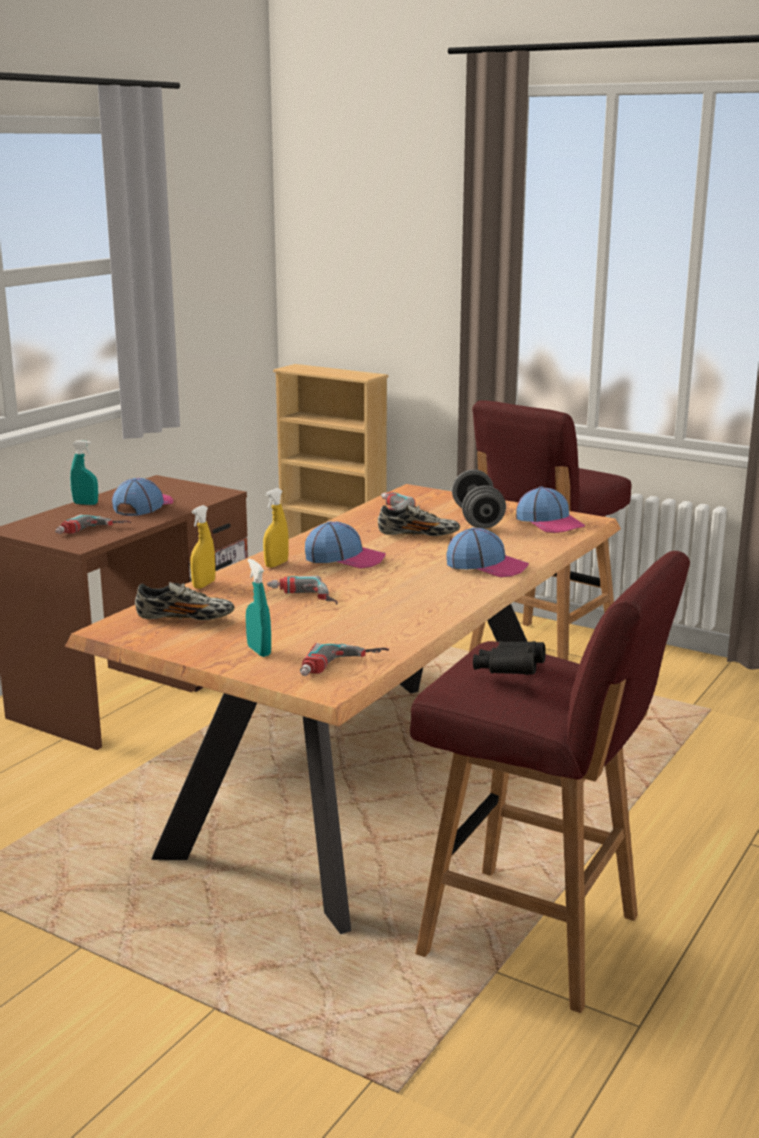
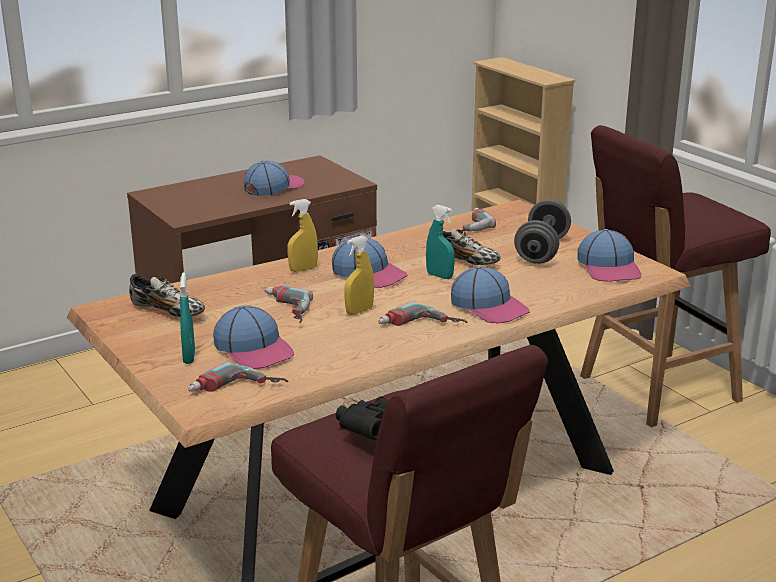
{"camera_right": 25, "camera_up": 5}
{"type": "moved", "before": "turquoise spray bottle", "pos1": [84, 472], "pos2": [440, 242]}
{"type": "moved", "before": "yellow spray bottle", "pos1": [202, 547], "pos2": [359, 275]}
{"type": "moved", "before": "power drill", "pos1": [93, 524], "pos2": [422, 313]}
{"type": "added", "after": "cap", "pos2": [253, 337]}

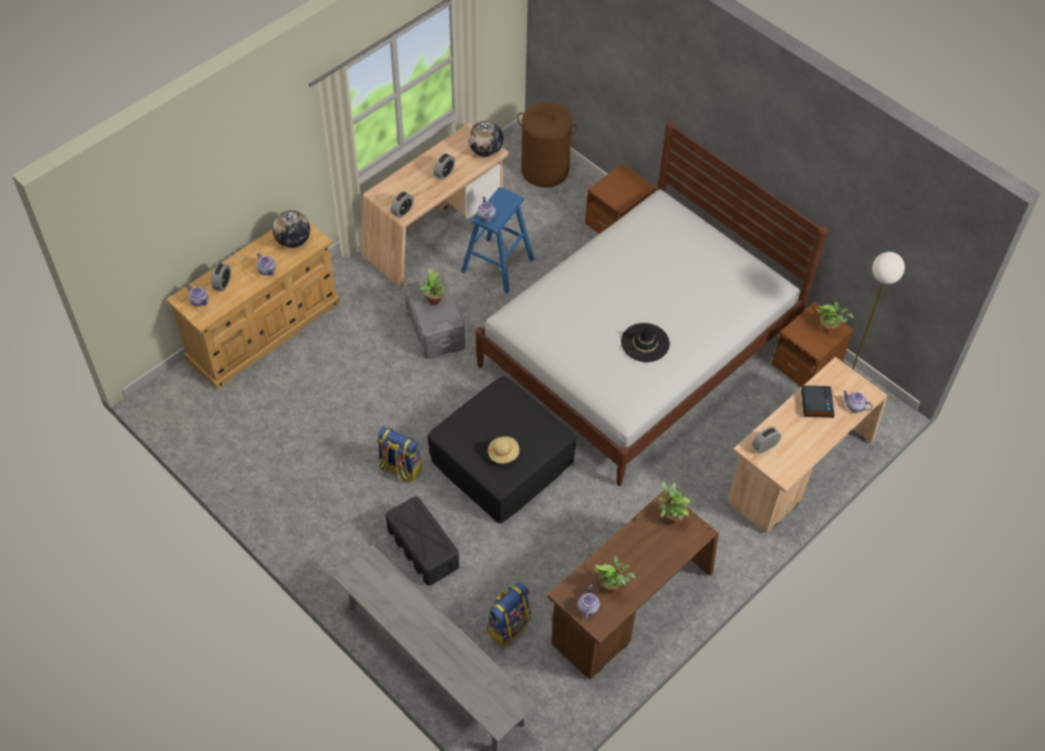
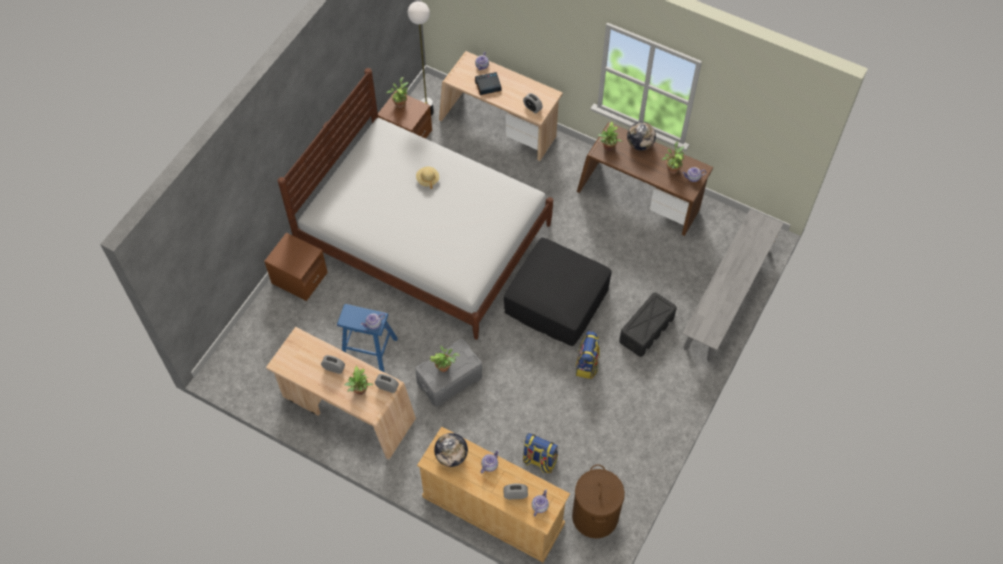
{"camera_right": -105, "camera_up": 5}
{"type": "moved", "before": "brown laundry basket", "pos1": [547, 145], "pos2": [598, 501]}
{"type": "moved", "before": "globe", "pos1": [485, 139], "pos2": [641, 136]}
{"type": "removed", "before": "black hat", "pos1": [645, 342]}
{"type": "moved", "before": "beige hat", "pos1": [503, 449], "pos2": [427, 178]}
{"type": "moved", "before": "backpack", "pos1": [509, 615], "pos2": [540, 453]}
{"type": "added", "after": "potted plant", "pos2": [358, 380]}

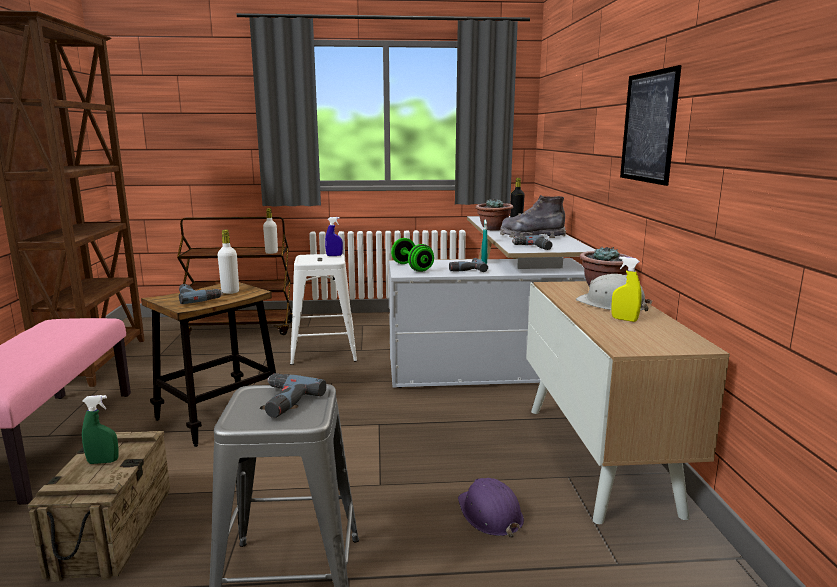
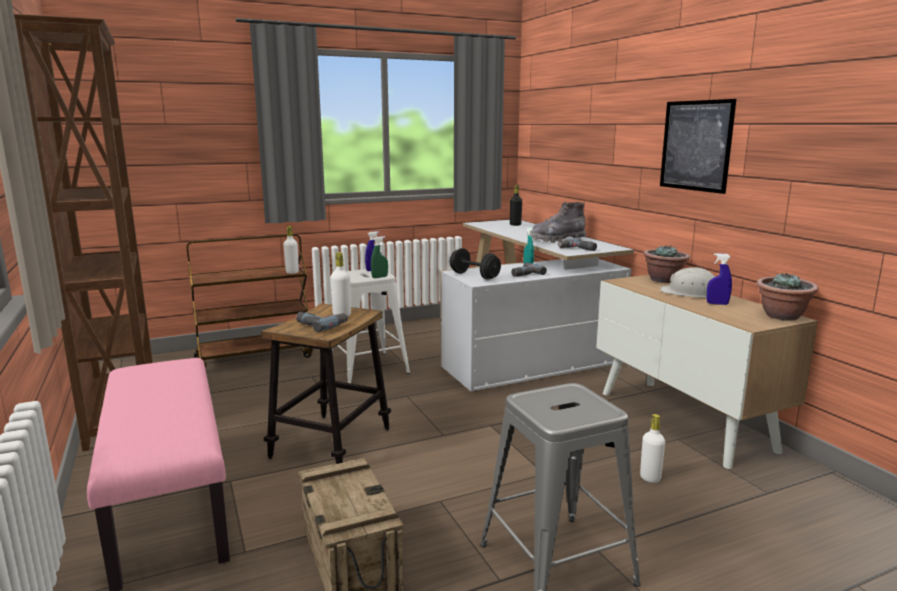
{"camera_right": -20, "camera_up": 0}
{"type": "moved", "before": "potted plant", "pos1": [494, 214], "pos2": [787, 296]}
{"type": "recoloured", "before": "green dumbbell", "after": "black dumbbell", "pos1": [412, 255], "pos2": [475, 263]}
{"type": "recoloured", "before": "yellow spray bottle", "after": "blue spray bottle", "pos1": [626, 289], "pos2": [719, 279]}
{"type": "removed", "before": "power drill", "pos1": [295, 395]}
{"type": "moved", "before": "green spray bottle", "pos1": [100, 429], "pos2": [379, 257]}
{"type": "replaced", "before": "purple hard hat", "after": "white bottle", "pos1": [491, 508], "pos2": [652, 448]}

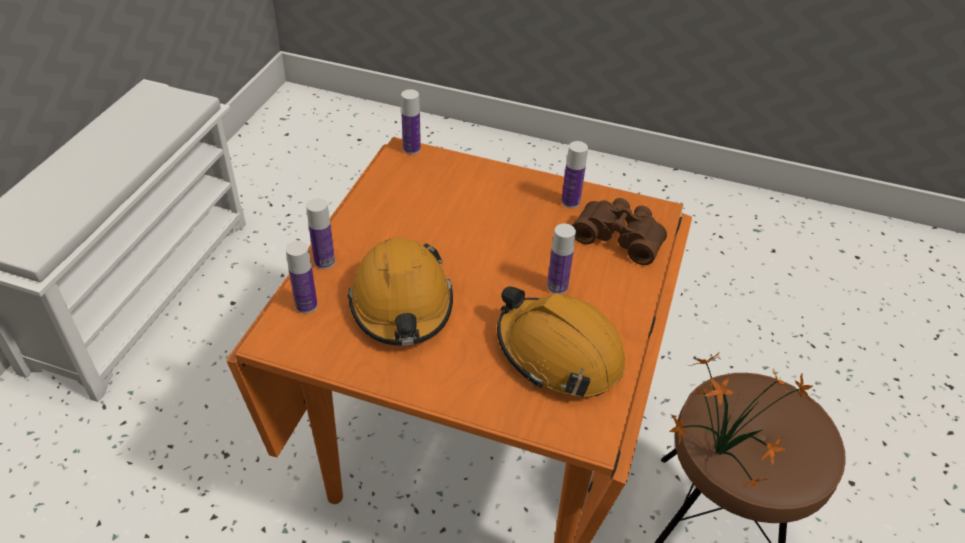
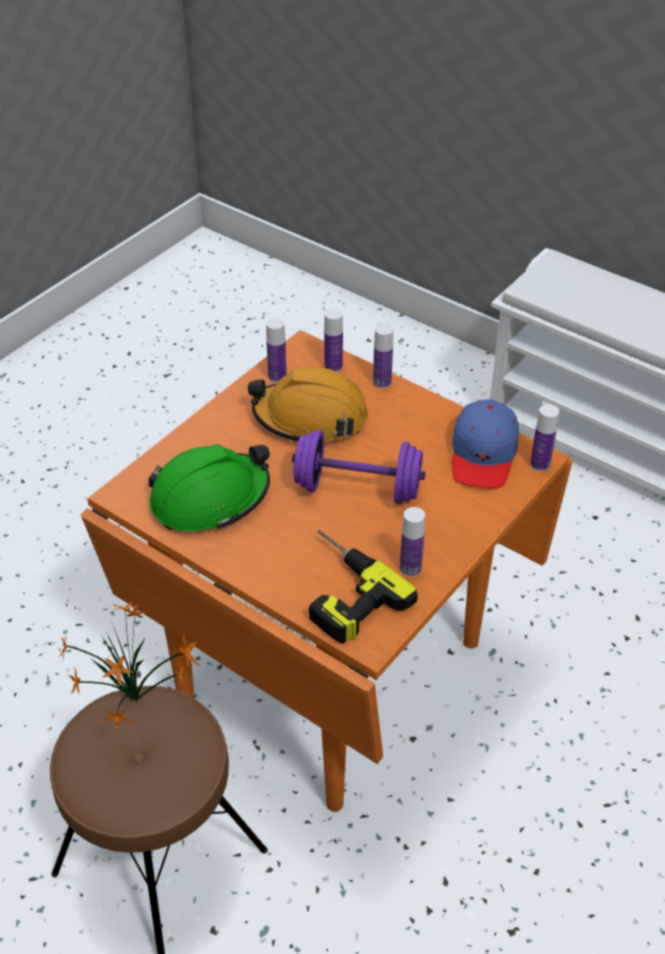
{"camera_right": 110, "camera_up": 0}
{"type": "replaced", "before": "brown binoculars", "after": "power drill", "pos1": [619, 231], "pos2": [363, 587]}
{"type": "moved", "before": "bottle", "pos1": [561, 259], "pos2": [276, 350]}
{"type": "recoloured", "before": "orange hard hat", "after": "green hard hat", "pos1": [561, 341], "pos2": [209, 487]}
{"type": "added", "after": "blue cap", "pos2": [485, 443]}
{"type": "added", "after": "purple dumbbell", "pos2": [359, 467]}

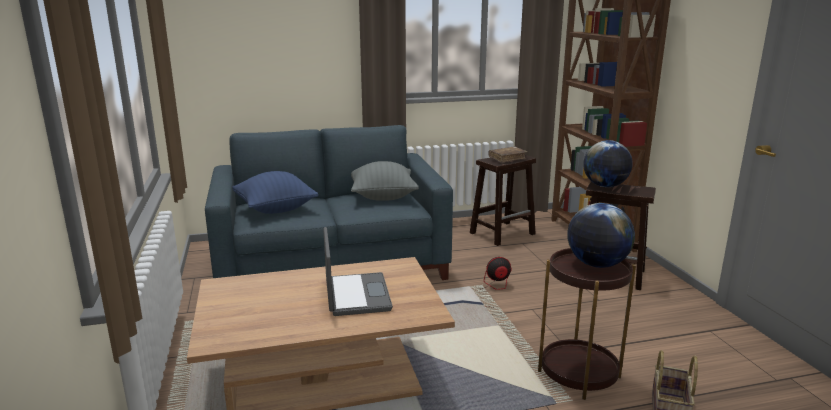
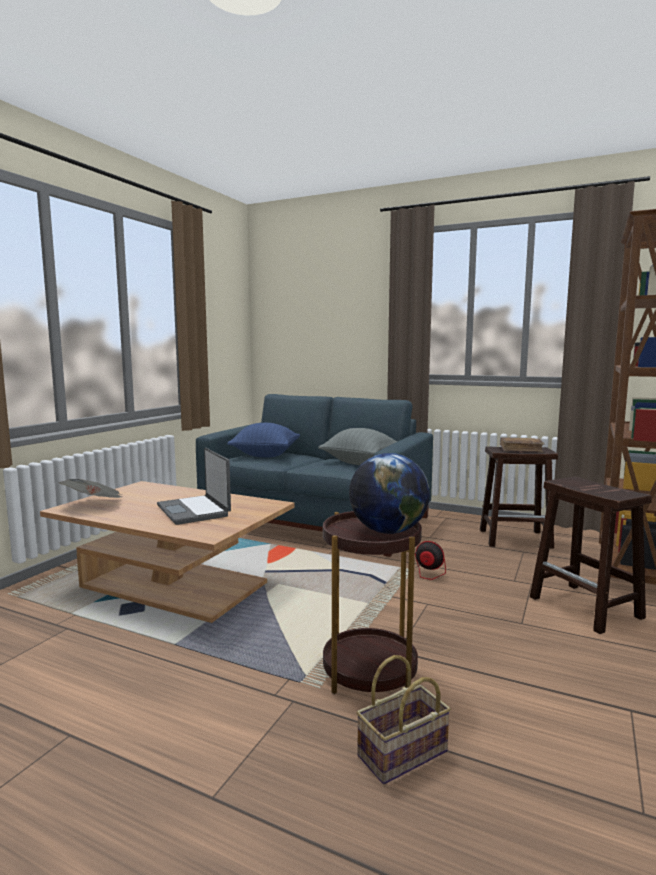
{"camera_right": 40, "camera_up": -10}
{"type": "removed", "before": "globe", "pos1": [608, 163]}
{"type": "turned", "before": "laptop", "pos1": [358, 271], "pos2": [194, 486], "turn": 120}
{"type": "added", "after": "newspaper", "pos2": [90, 488]}

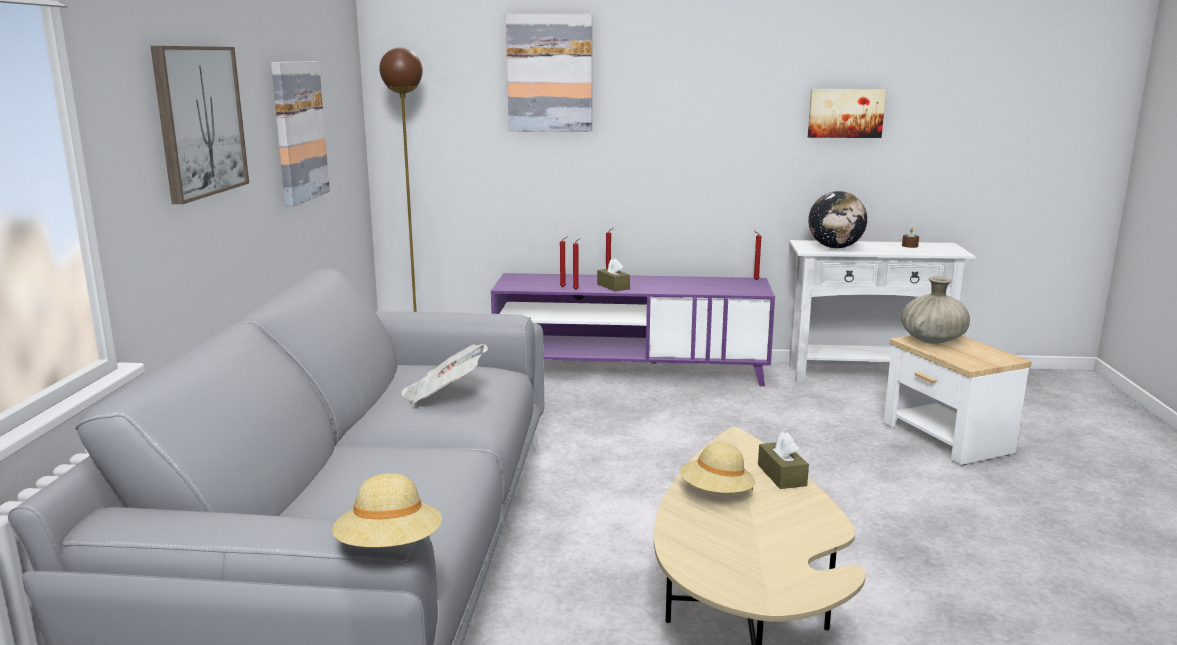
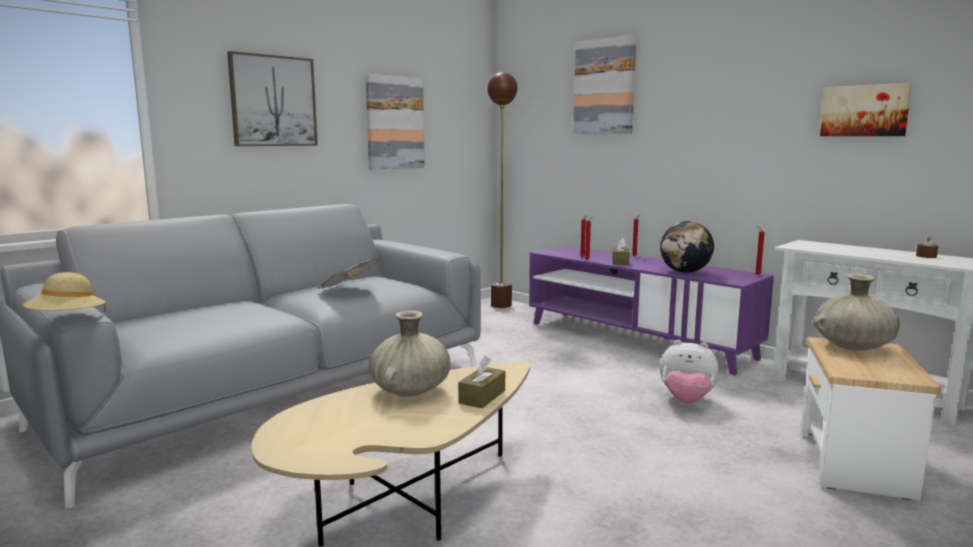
{"camera_right": 40, "camera_up": -5}
{"type": "moved", "before": "globe", "pos1": [837, 219], "pos2": [687, 247]}
{"type": "replaced", "before": "beige hat", "after": "beige vase", "pos1": [717, 467], "pos2": [409, 353]}
{"type": "added", "after": "plush toy", "pos2": [689, 371]}

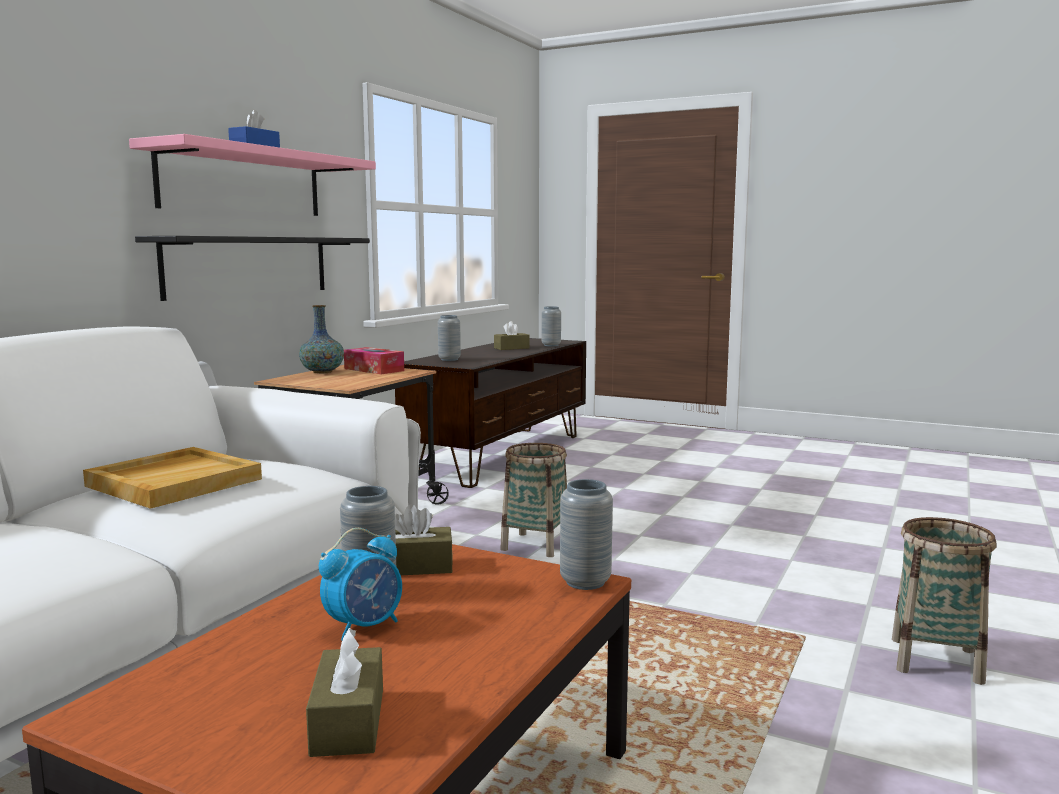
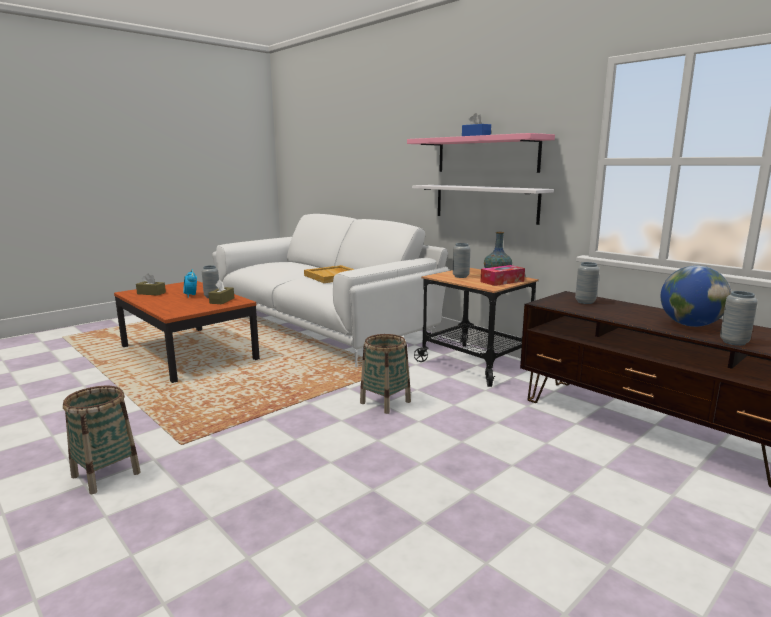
{"camera_right": 110, "camera_up": 5}
{"type": "recoloured", "before": "black shelf", "after": "white shelf", "pos1": [252, 268], "pos2": [483, 205]}
{"type": "replaced", "before": "brown tissue box", "after": "globe", "pos1": [511, 335], "pos2": [696, 296]}
{"type": "moved", "before": "grey vase", "pos1": [586, 534], "pos2": [461, 260]}

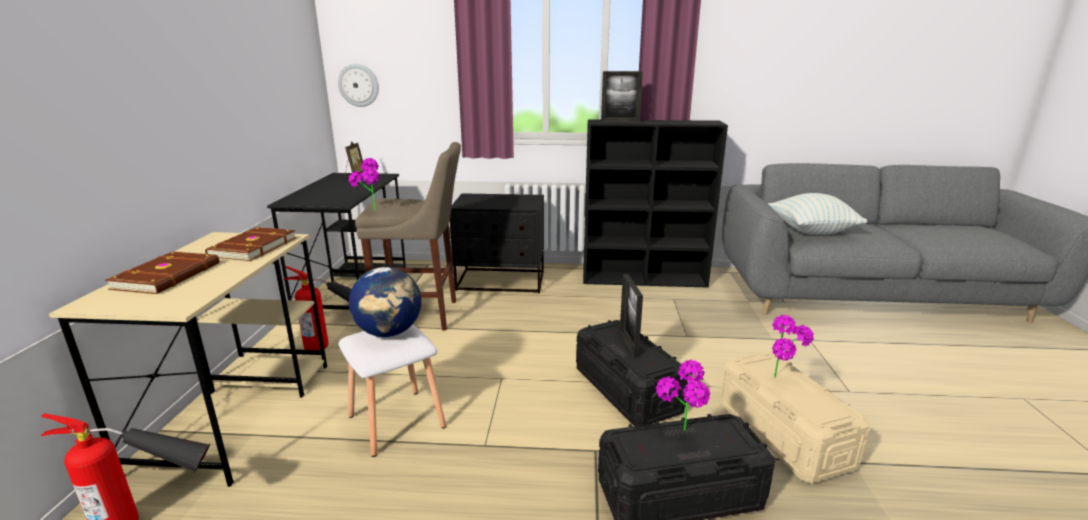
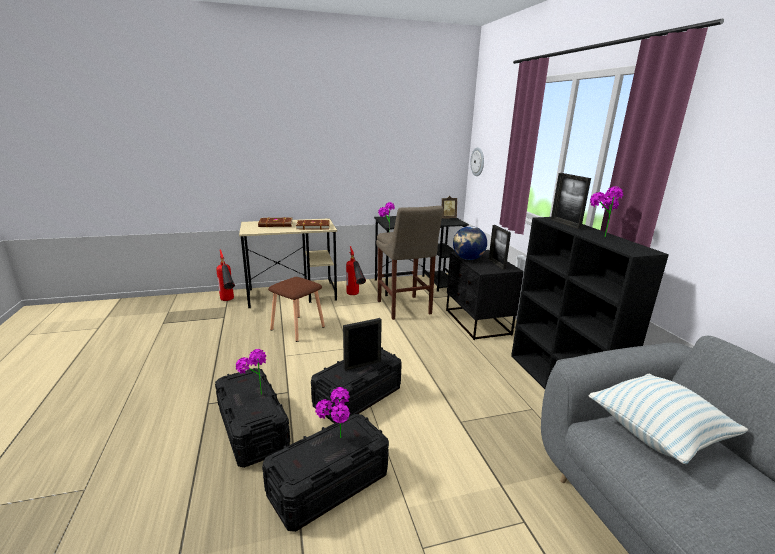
{"camera_right": 70, "camera_up": 0}
{"type": "moved", "before": "globe", "pos1": [385, 302], "pos2": [470, 243]}
{"type": "recoloured", "before": "white stool", "after": "brown stool", "pos1": [392, 391], "pos2": [296, 309]}
{"type": "recoloured", "before": "beige storage box", "after": "black storage box", "pos1": [795, 417], "pos2": [325, 473]}
{"type": "added", "after": "potted plant", "pos2": [607, 211]}
{"type": "added", "after": "picture frame", "pos2": [500, 247]}

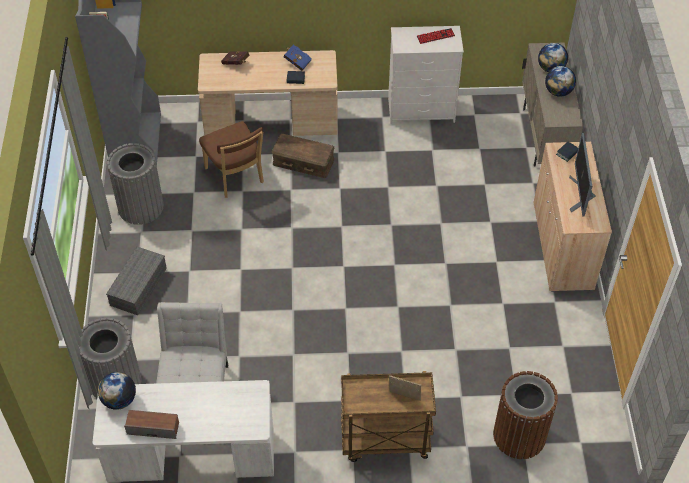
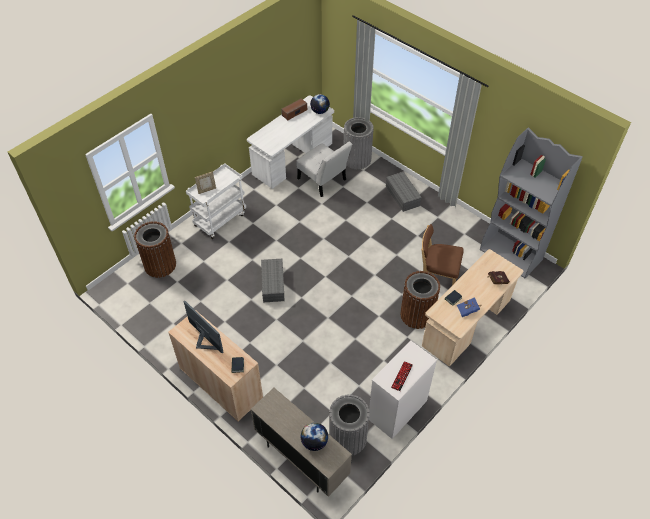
{"camera_right": 135, "camera_up": 0}
{"type": "removed", "before": "globe", "pos1": [560, 81]}
{"type": "replaced", "before": "brown storage box", "after": "brown trash can", "pos1": [303, 156], "pos2": [420, 300]}
{"type": "moved", "before": "grey trash can", "pos1": [135, 184], "pos2": [349, 425]}
{"type": "recoloured", "before": "brown cart", "after": "white cart", "pos1": [388, 416], "pos2": [216, 201]}
{"type": "added", "after": "grey storage box", "pos2": [273, 281]}

